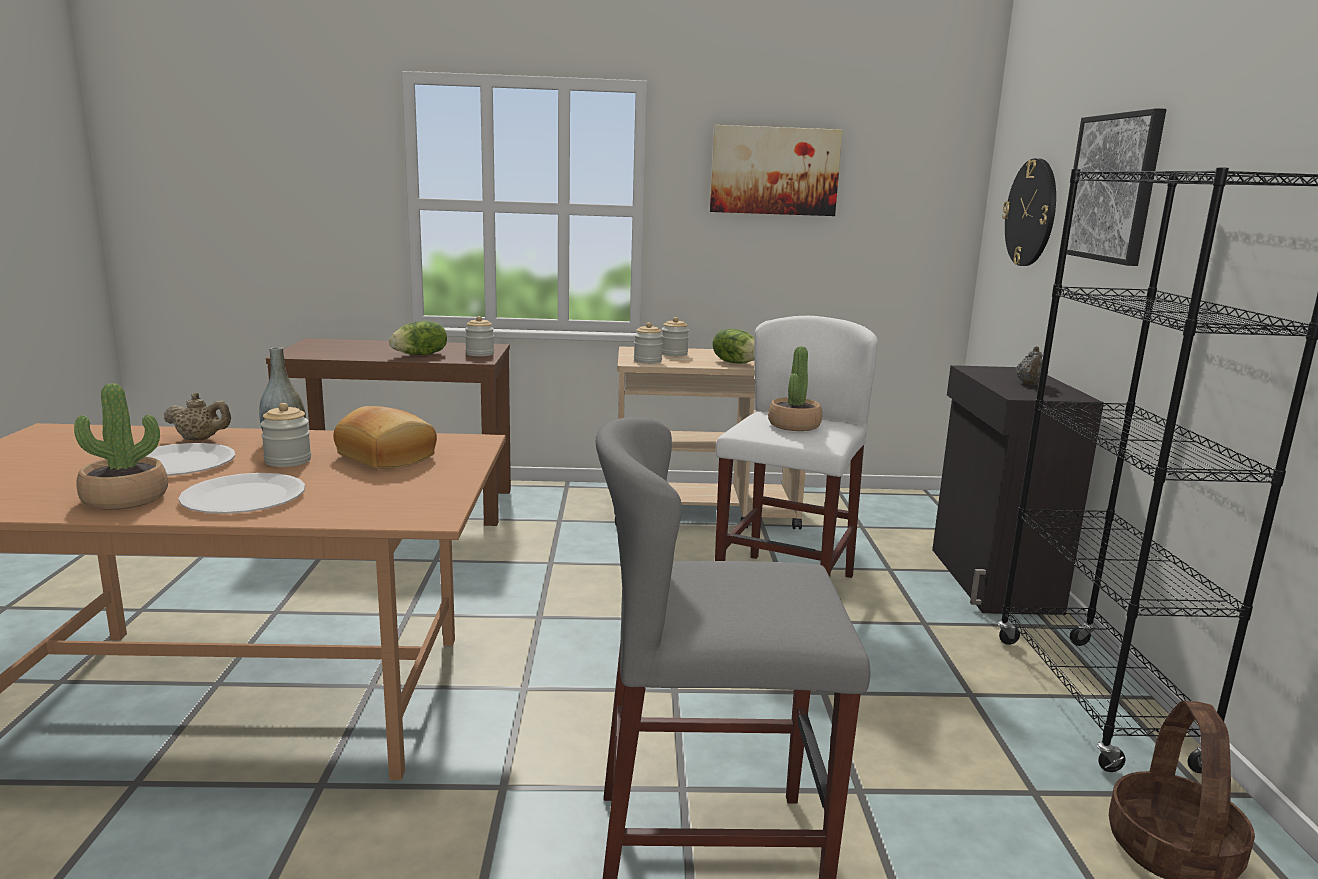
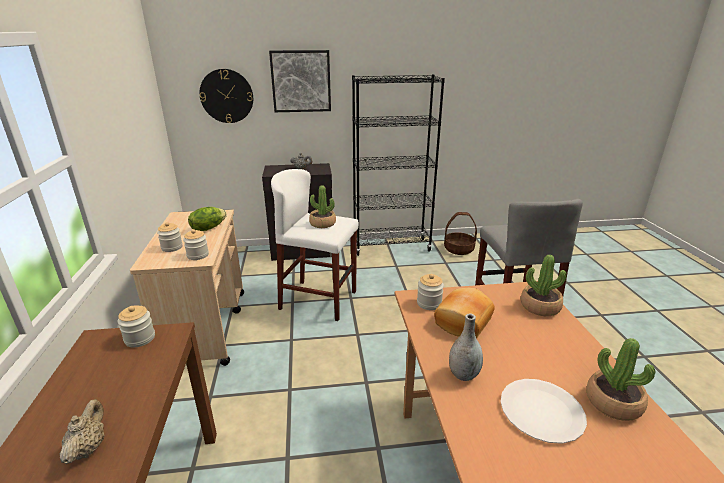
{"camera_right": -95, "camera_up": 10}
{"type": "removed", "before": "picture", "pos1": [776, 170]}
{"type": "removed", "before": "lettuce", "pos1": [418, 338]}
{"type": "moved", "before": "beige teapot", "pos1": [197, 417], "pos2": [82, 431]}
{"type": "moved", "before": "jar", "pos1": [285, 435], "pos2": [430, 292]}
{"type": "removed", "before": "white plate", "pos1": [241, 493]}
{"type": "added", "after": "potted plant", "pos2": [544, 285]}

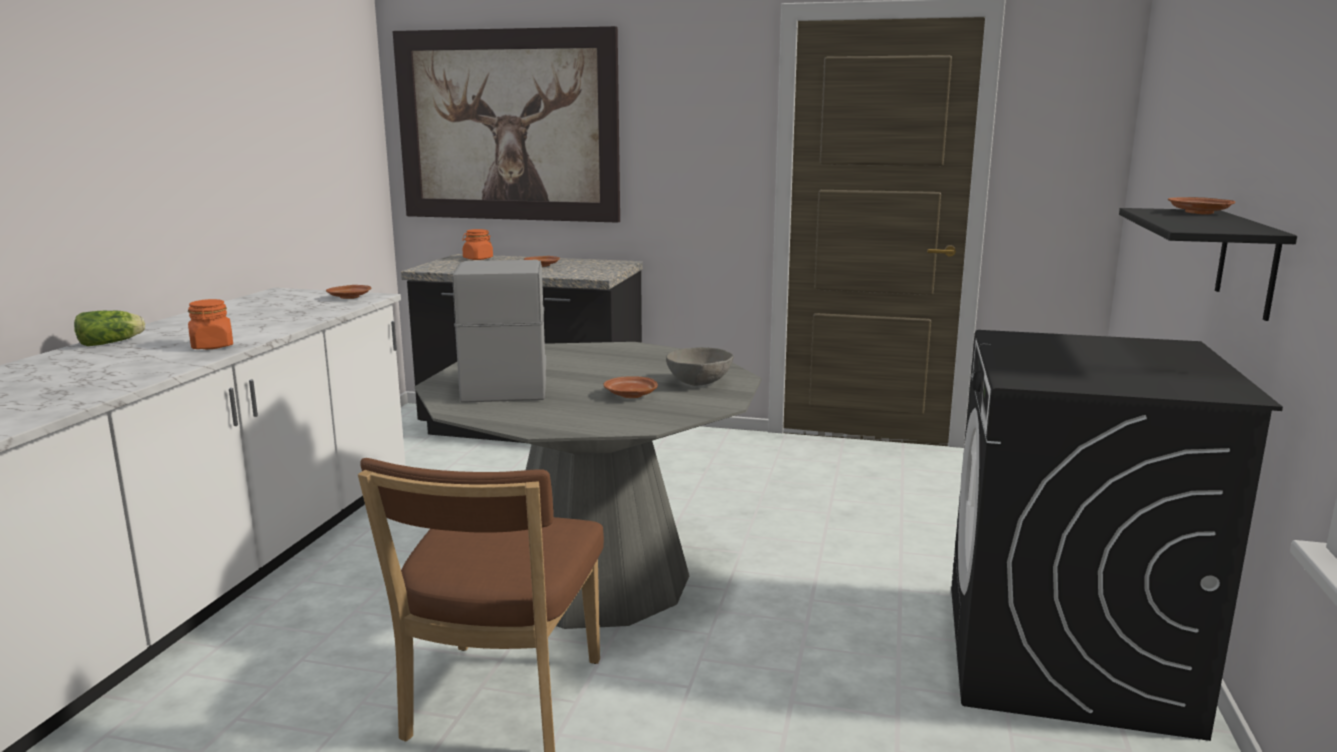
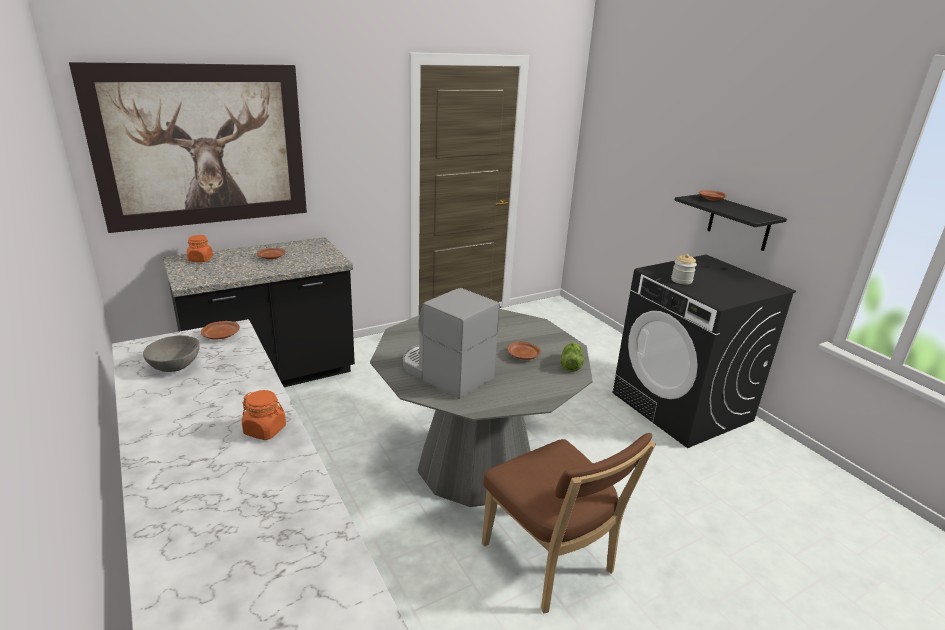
{"camera_right": -45, "camera_up": 10}
{"type": "moved", "before": "lettuce", "pos1": [109, 328], "pos2": [572, 357]}
{"type": "moved", "before": "grey bowl", "pos1": [700, 366], "pos2": [171, 353]}
{"type": "added", "after": "jar", "pos2": [684, 269]}

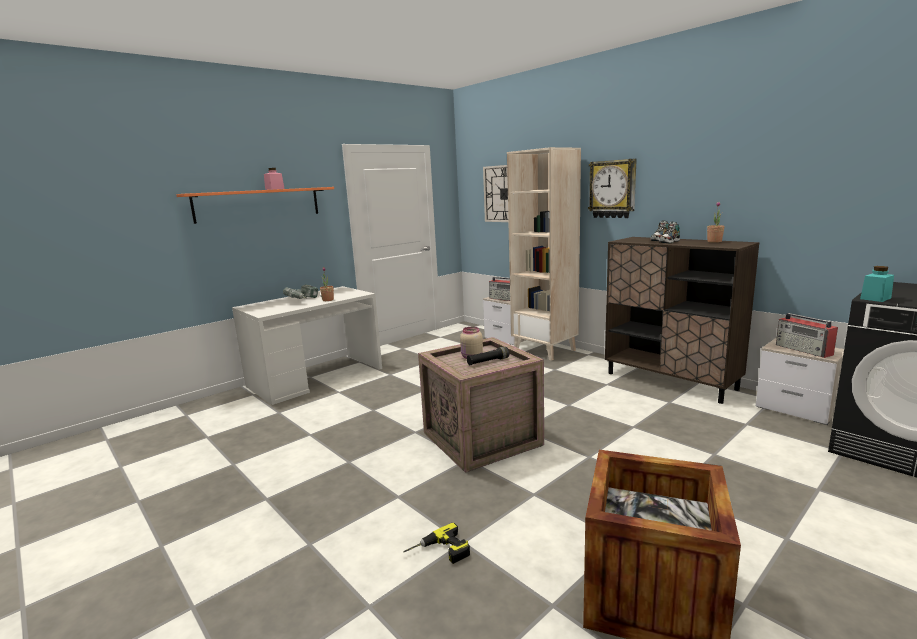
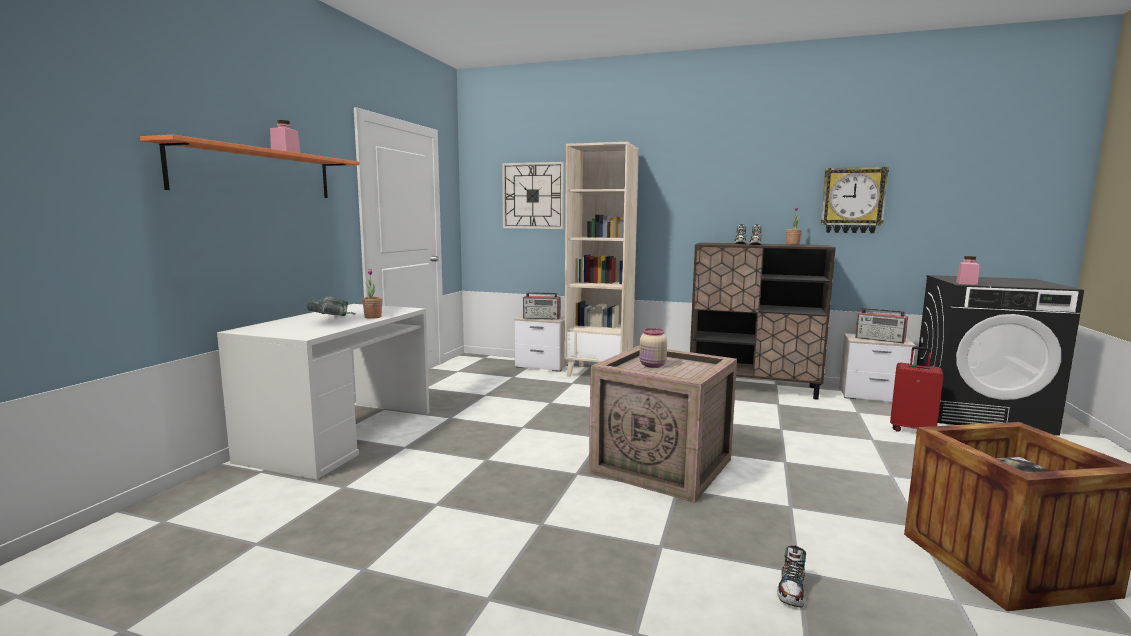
{"camera_right": -30, "camera_up": -5}
{"type": "moved", "before": "wall clock", "pos1": [612, 188], "pos2": [855, 200]}
{"type": "recoloured", "before": "turquoise jar", "after": "pink jar", "pos1": [877, 284], "pos2": [968, 270]}
{"type": "removed", "before": "black flashlight", "pos1": [488, 356]}
{"type": "replaced", "before": "power drill", "after": "shoe", "pos1": [436, 543], "pos2": [791, 576]}
{"type": "added", "after": "red suitcase", "pos2": [917, 389]}

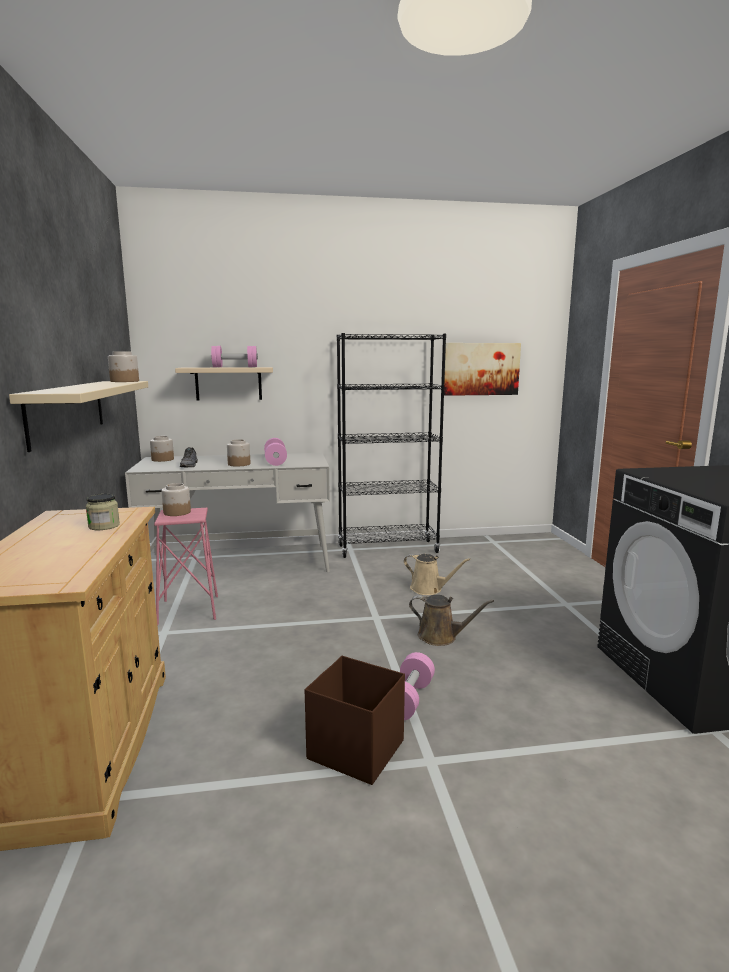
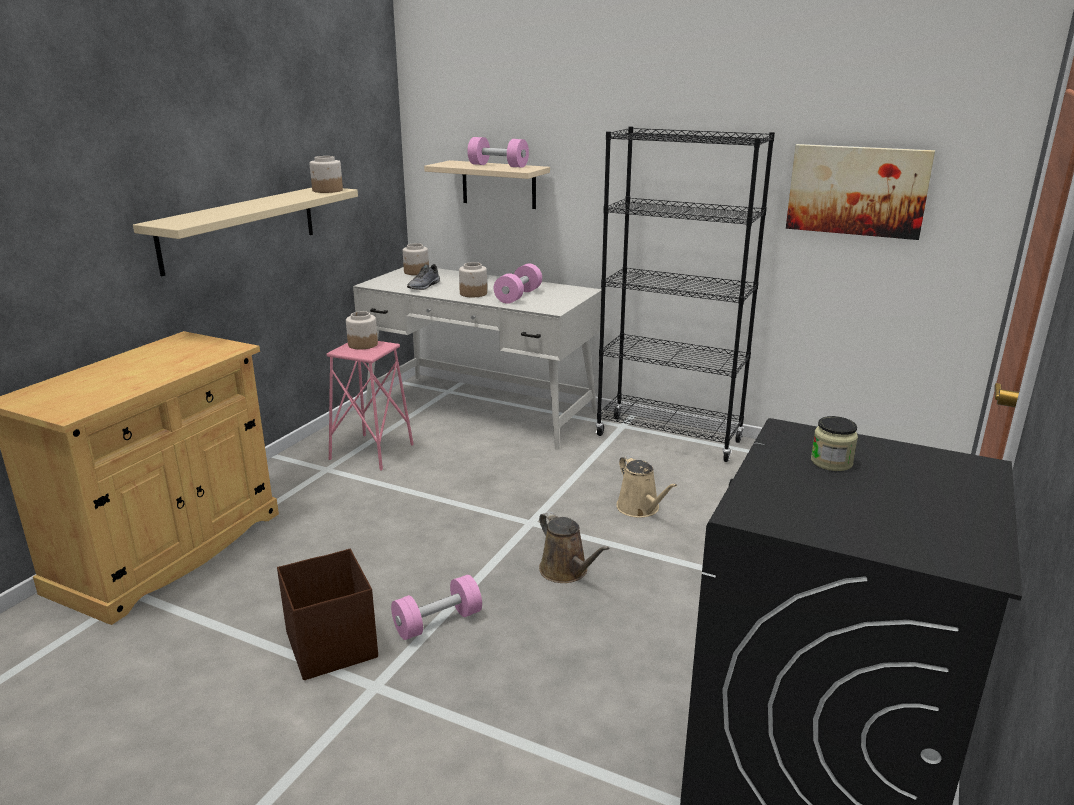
{"camera_right": 35, "camera_up": 10}
{"type": "moved", "before": "jar", "pos1": [103, 512], "pos2": [834, 443]}

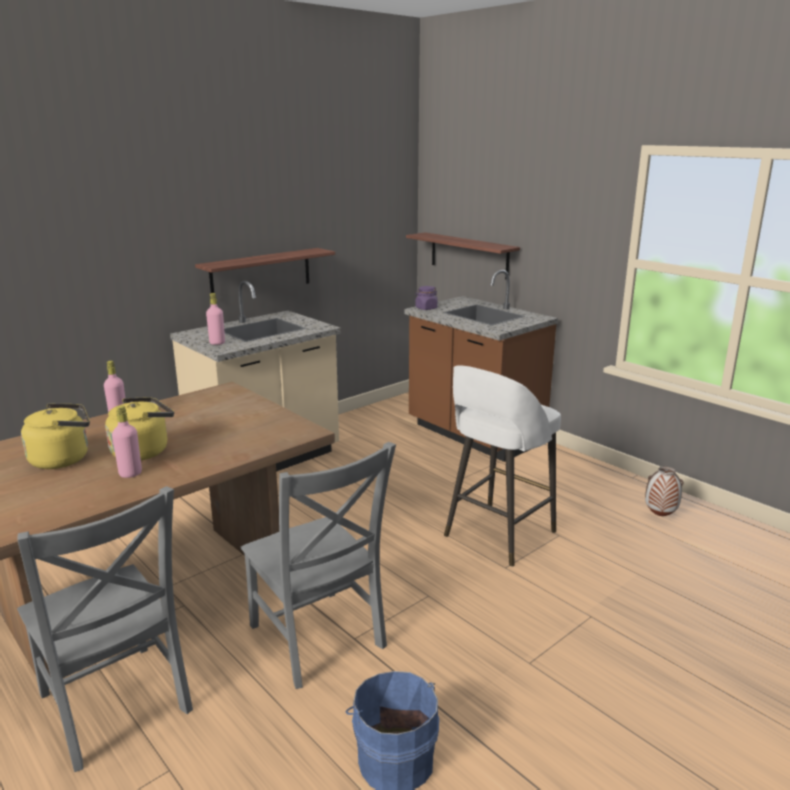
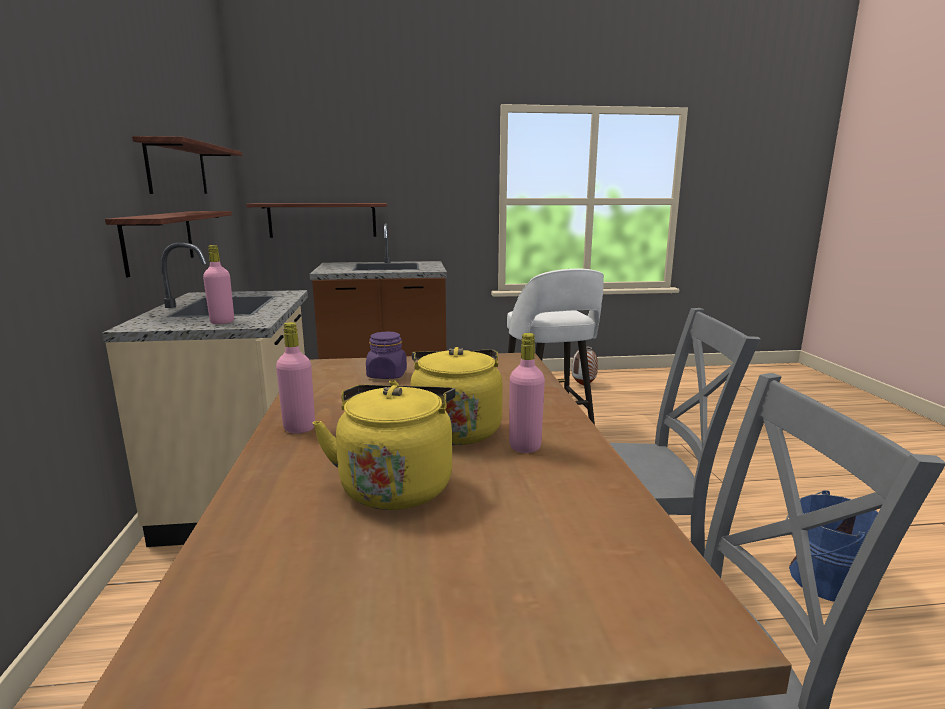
{"camera_right": -55, "camera_up": -5}
{"type": "moved", "before": "purple jar", "pos1": [426, 298], "pos2": [386, 355]}
{"type": "added", "after": "shelf", "pos2": [187, 165]}

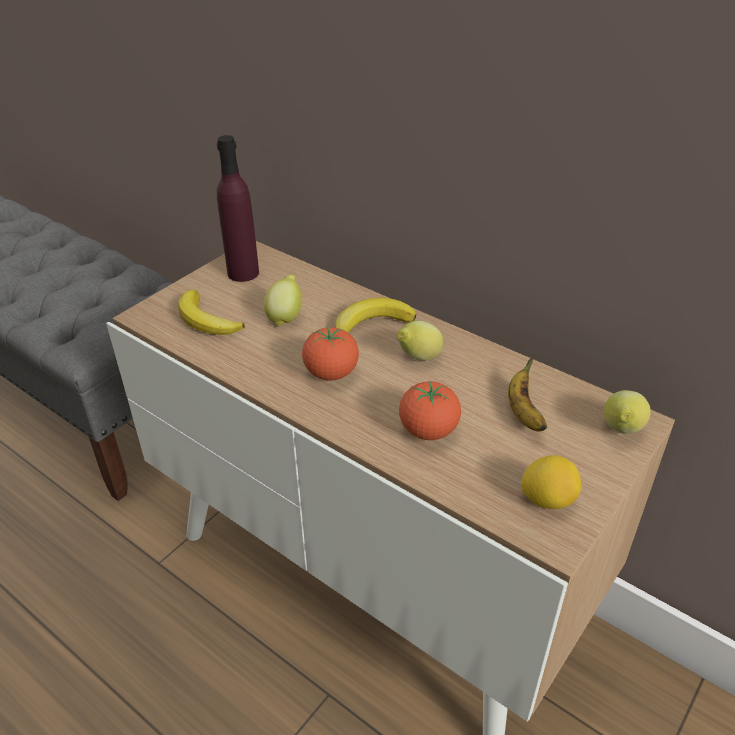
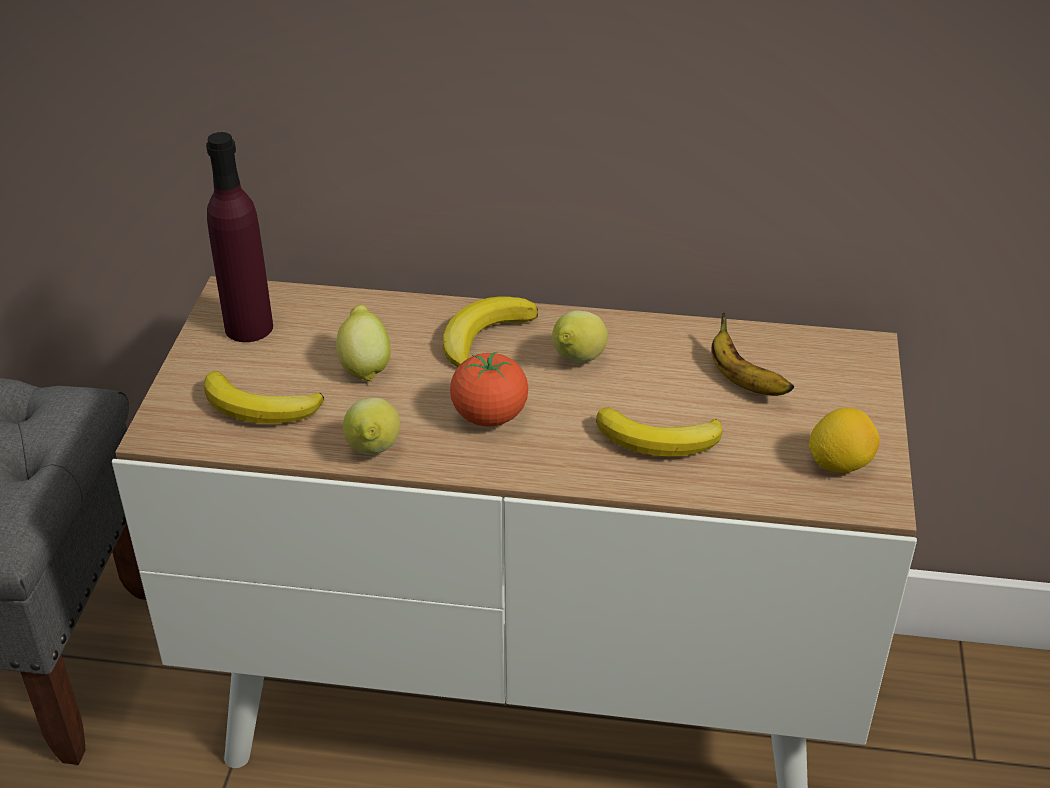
{"camera_right": -30, "camera_up": 0}
{"type": "replaced", "before": "tomato", "after": "banana", "pos1": [430, 410], "pos2": [659, 432]}
{"type": "moved", "before": "lemon", "pos1": [627, 412], "pos2": [372, 426]}

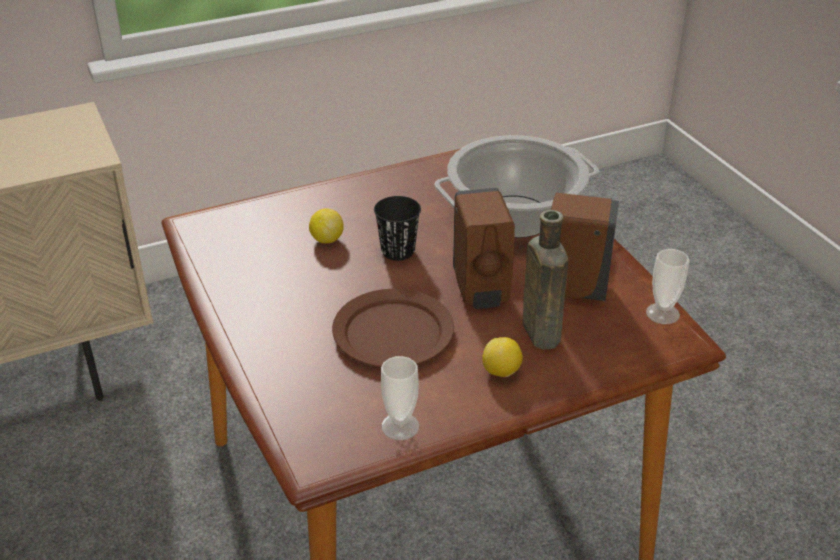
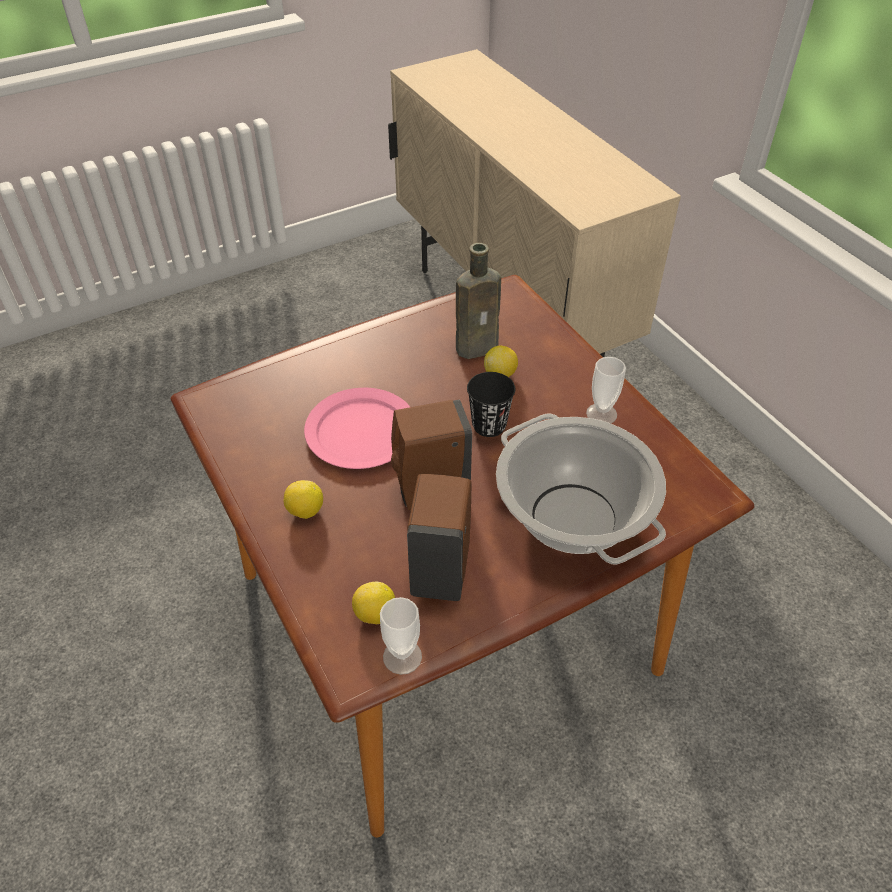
{"camera_right": 85, "camera_up": 10}
{"type": "moved", "before": "brown bottle", "pos1": [545, 280], "pos2": [478, 301]}
{"type": "recoloured", "before": "brown plate", "after": "pink plate", "pos1": [393, 328], "pos2": [357, 428]}
{"type": "moved", "before": "cup", "pos1": [400, 398], "pos2": [606, 390]}
{"type": "added", "after": "lemon", "pos2": [373, 603]}

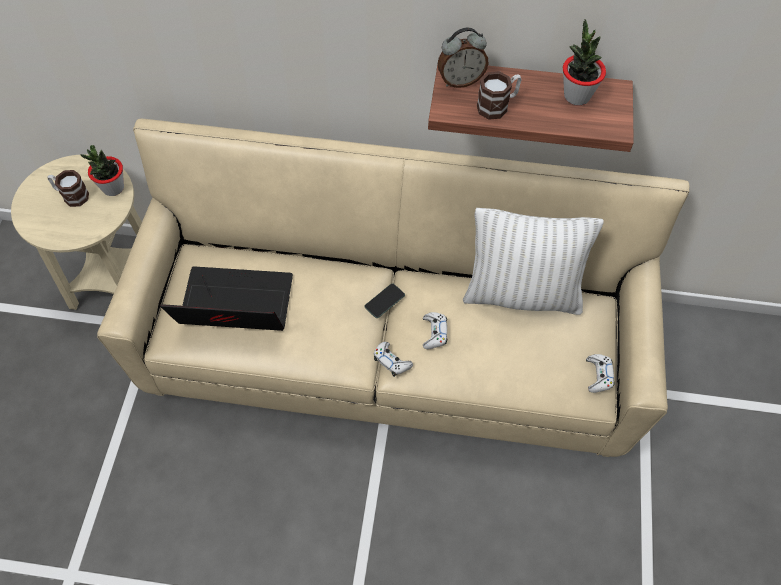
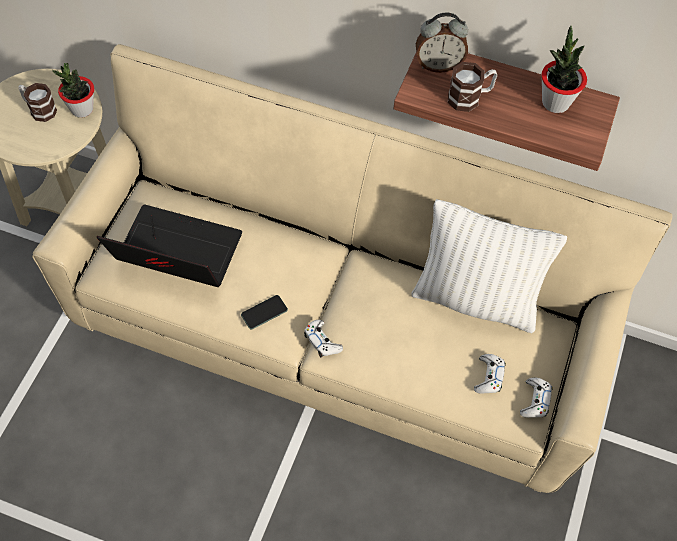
{"camera_right": 10, "camera_up": 0}
{"type": "moved", "before": "phone", "pos1": [384, 300], "pos2": [264, 312]}
{"type": "moved", "before": "white game controller", "pos1": [435, 330], "pos2": [490, 374]}

